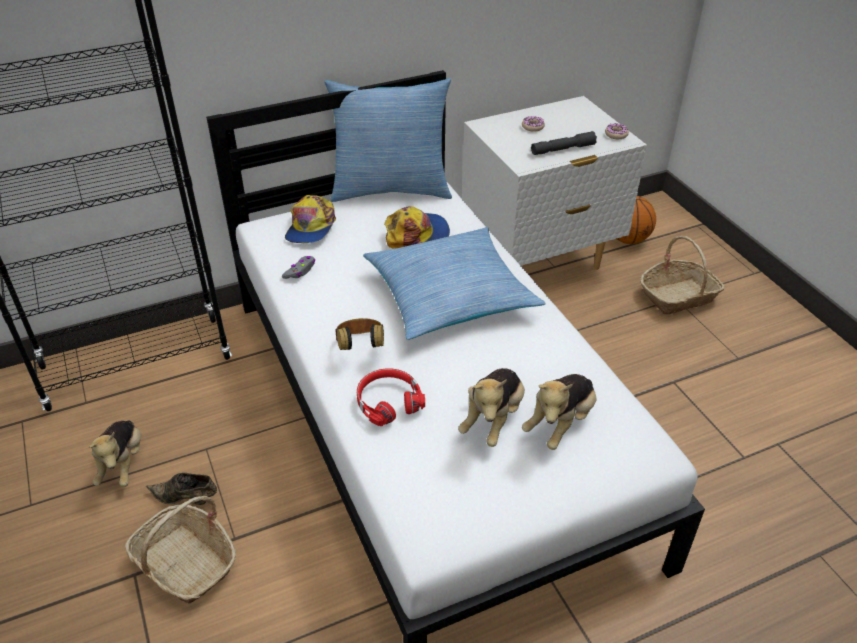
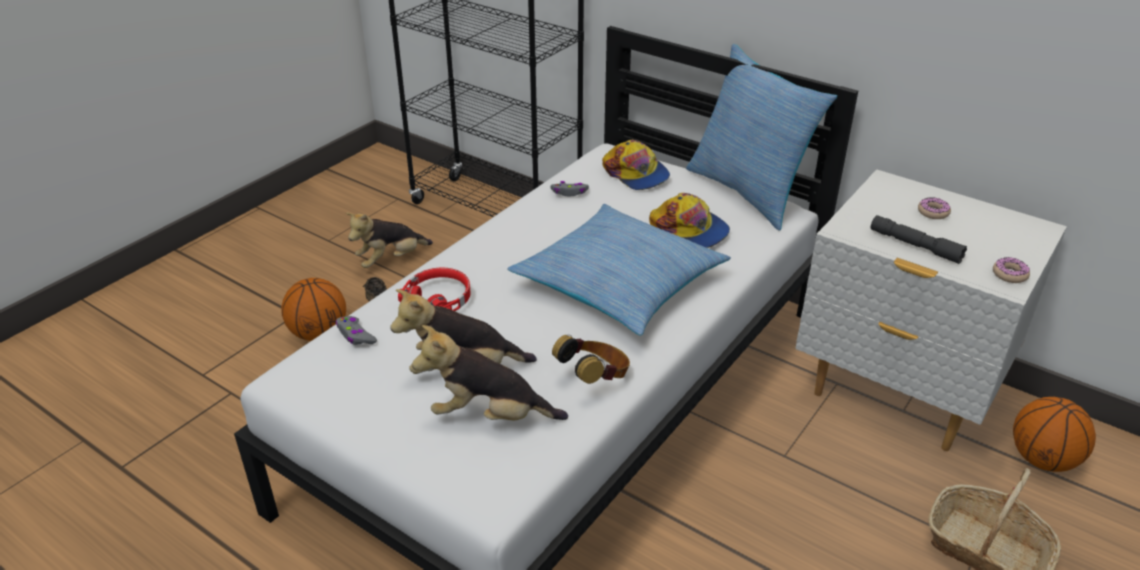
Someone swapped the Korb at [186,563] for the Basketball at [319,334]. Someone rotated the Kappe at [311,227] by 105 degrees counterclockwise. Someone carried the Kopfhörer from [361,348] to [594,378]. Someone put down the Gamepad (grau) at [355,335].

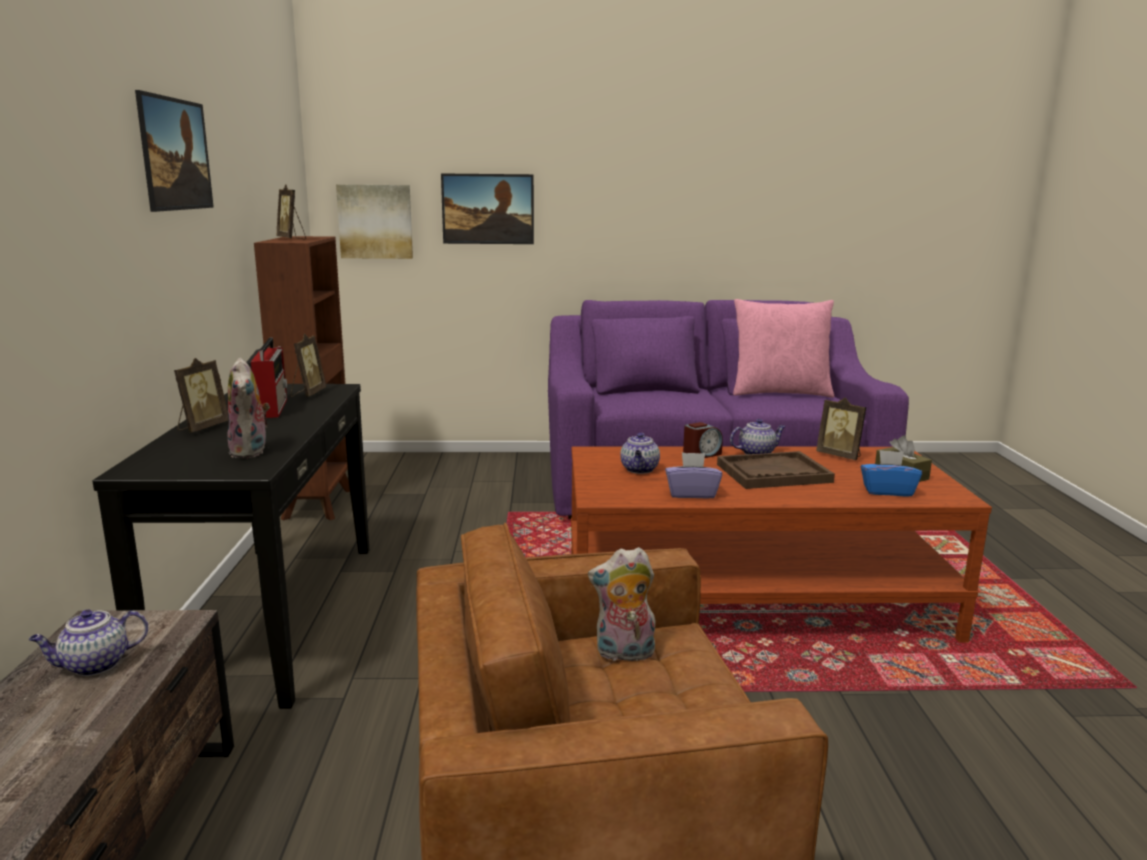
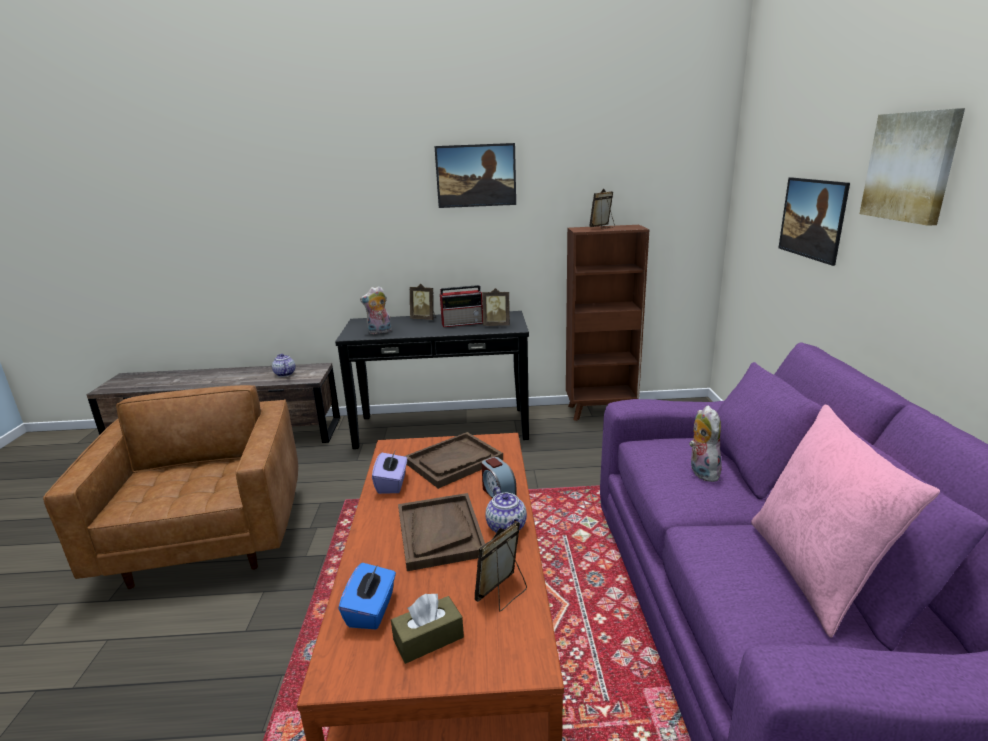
Someone carried the Bild from [375,221] to [910,166]. Someone carried the Plüschtier from [624,654] to [701,471]. Someone swapped the Teekanne at [640,470] for the Tablett (braun) at [453,461].

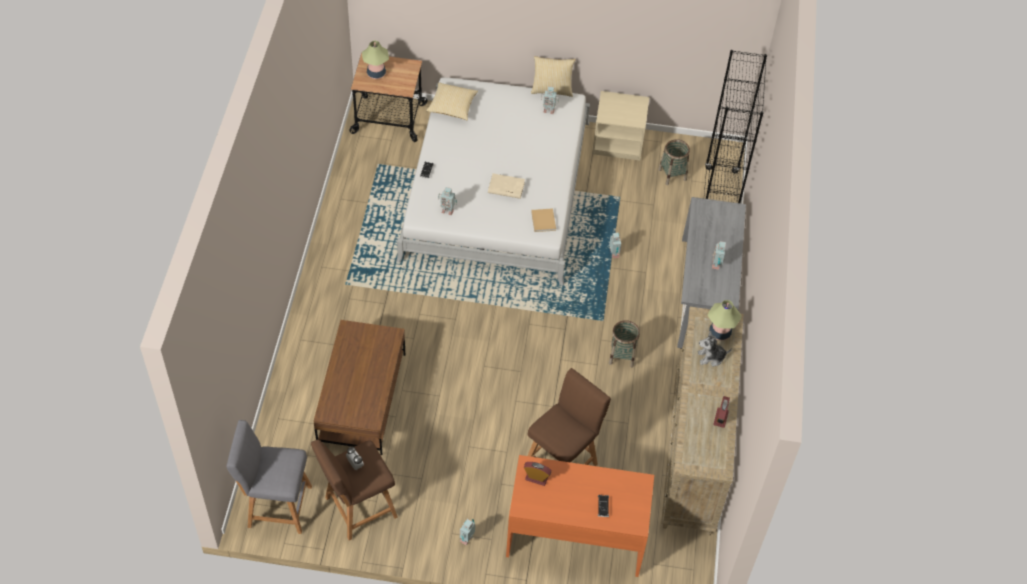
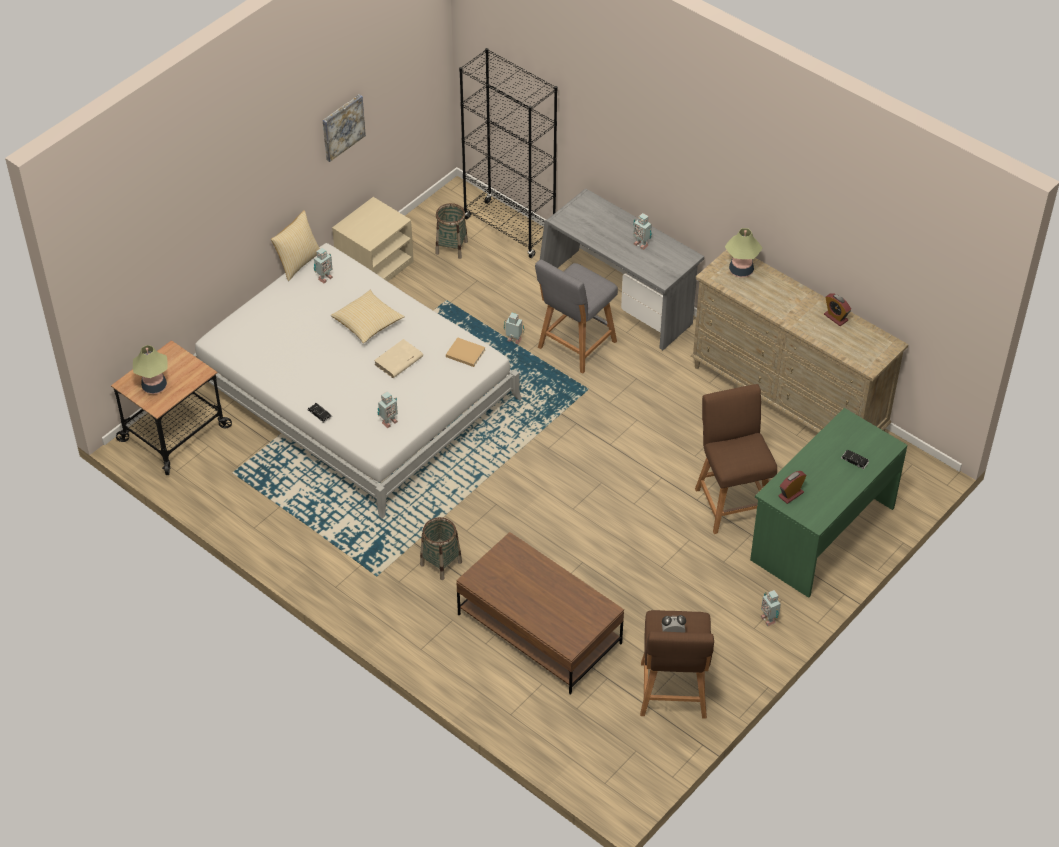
Someone carried the Hocker (grau) from [276,506] to [574,346]. Someone carried the Kissen from [452,107] to [367,324]. Someone repainted the Schreibtisch (orange) at [575,536], which became the Schreibtisch (grün) at [821,533]. Someone carried the Korb from [622,355] to [441,563]. Someone took away the Plüschtier at [711,357]. Someone put up the Bild at [342,127].

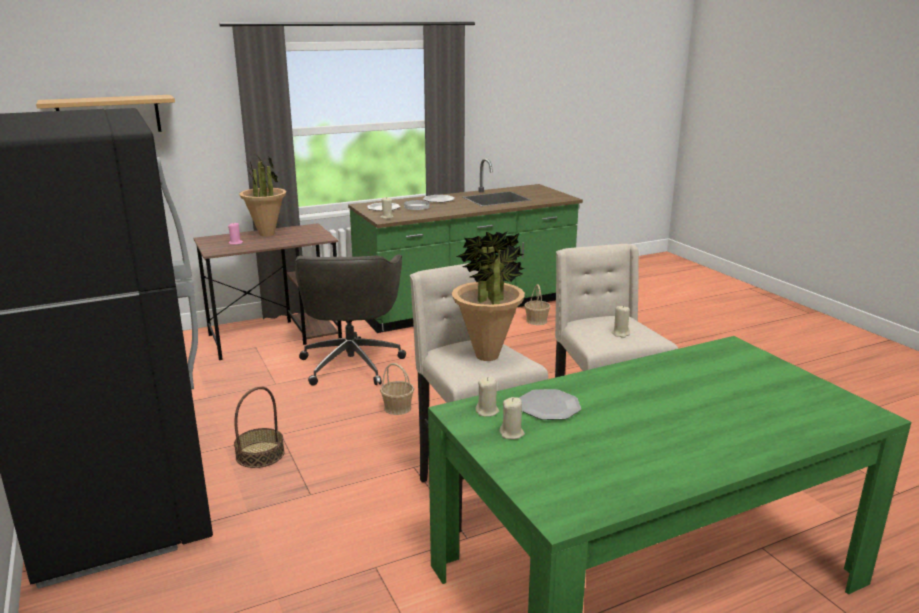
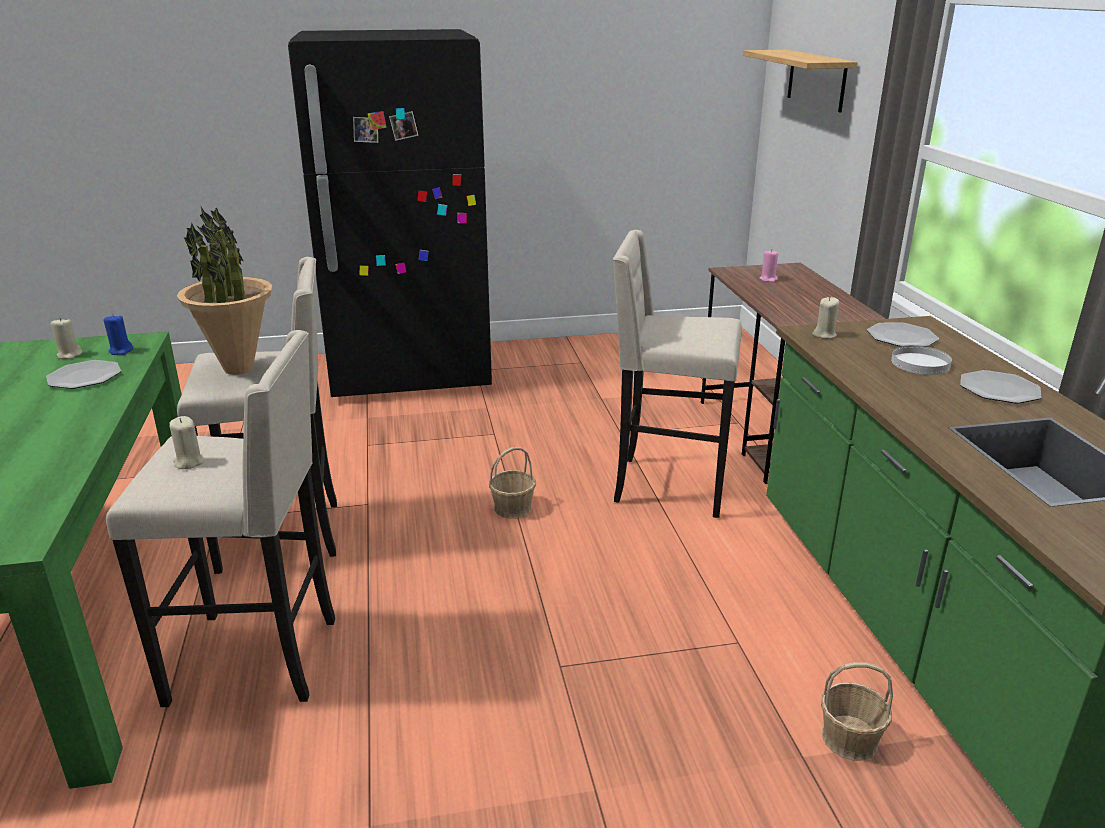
Someone took away the Korb at [260,454]. Someone took away the Topfpflanze at [267,234]. Someone swapped the Bürostuhl (grau) at [352,363] for the Hocker (beige) at [667,486]. Someone repainted the Kerze (beige) at [487,411], which became the Kerze (blau) at [121,351].

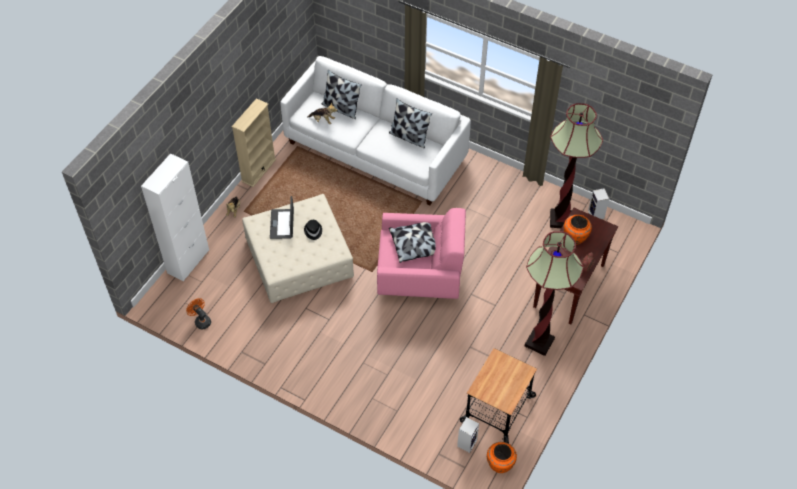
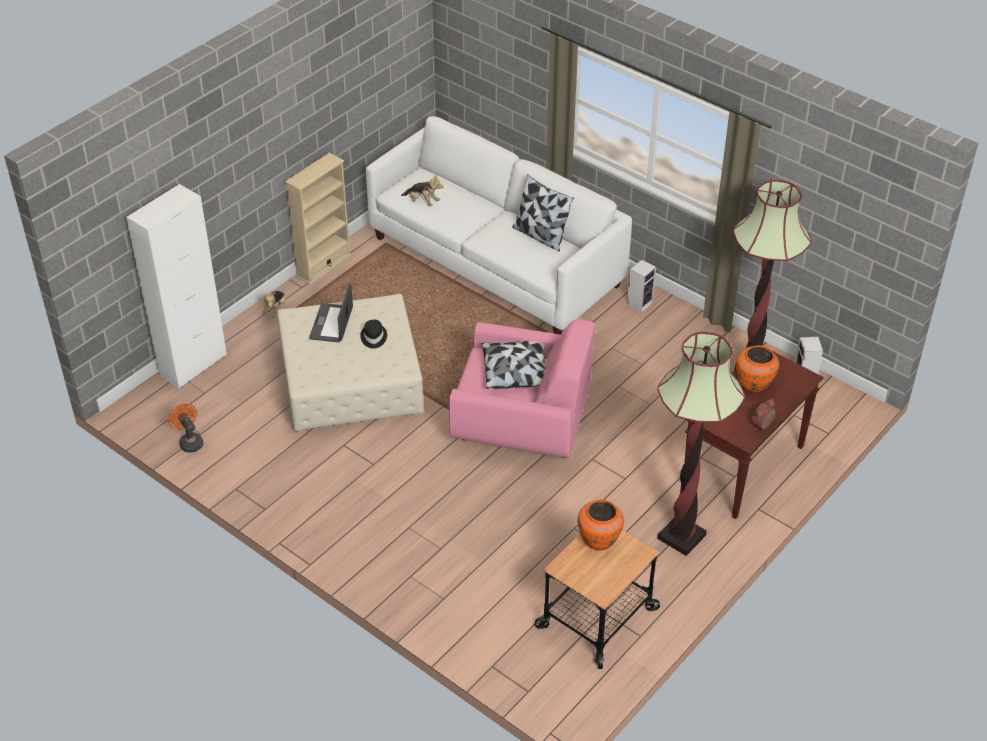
Someone took away the Kissen at [341,108]. Someone carried the Lautsprecher from [467,442] to [640,303]. Someone carried the Vase (orange) from [500,464] to [599,539].

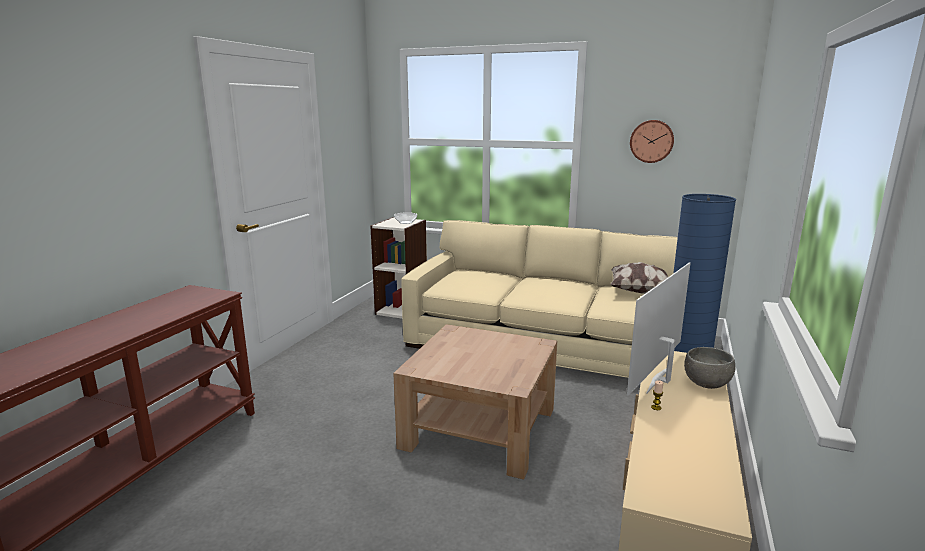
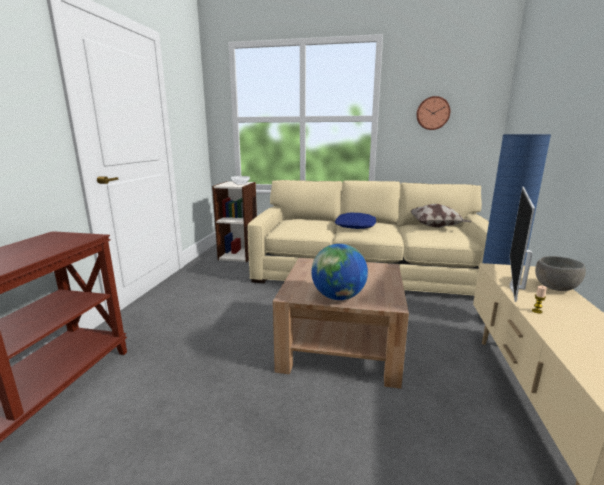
Someone put down the Globus at [338,297]. Someone put down the Kissen (blau) at [355,226].

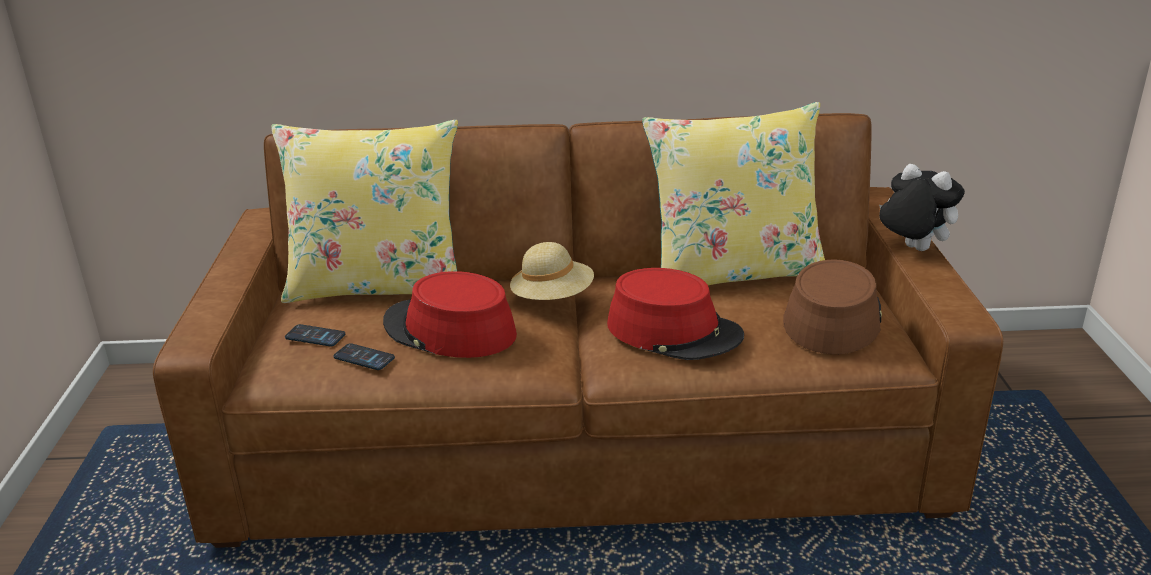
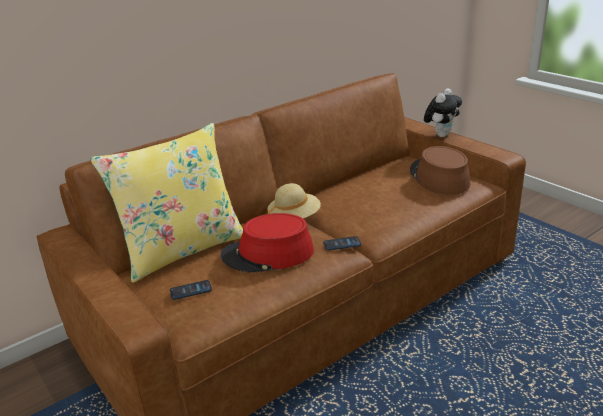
Someone carried the Handy from [364,358] to [342,244]. Someone took away the Hut (rot) at [674,331]. Someone took away the Kissen (gelb) at [733,273]. Someone rotated the Plüschtier at [912,249] by 120 degrees clockwise.

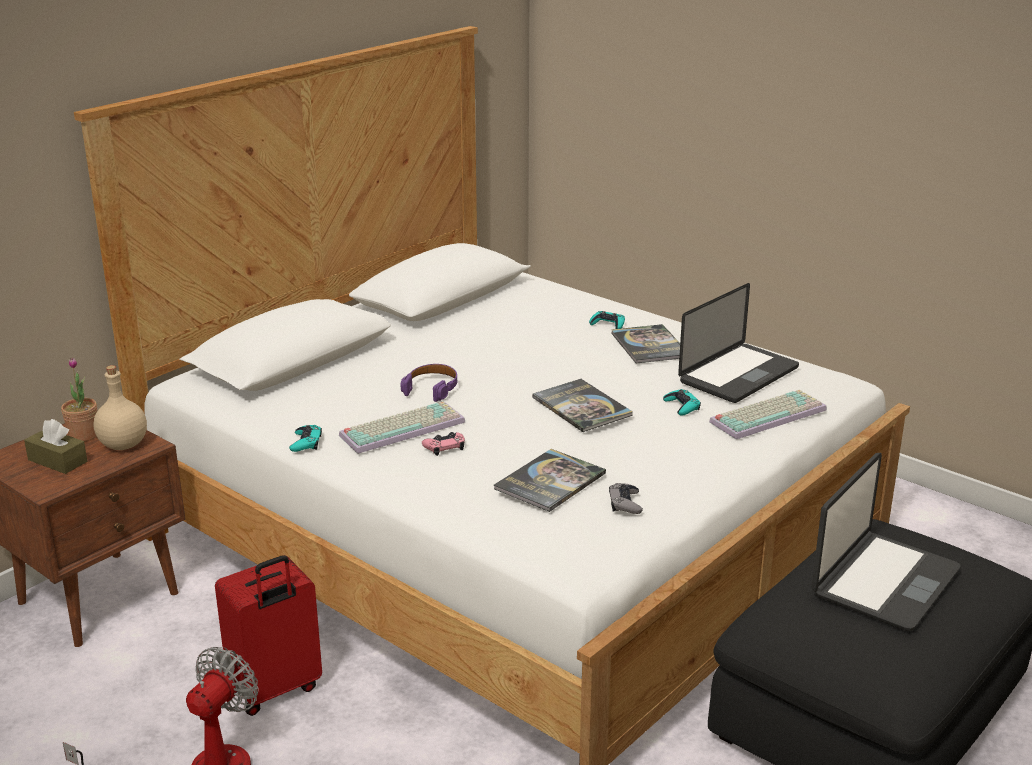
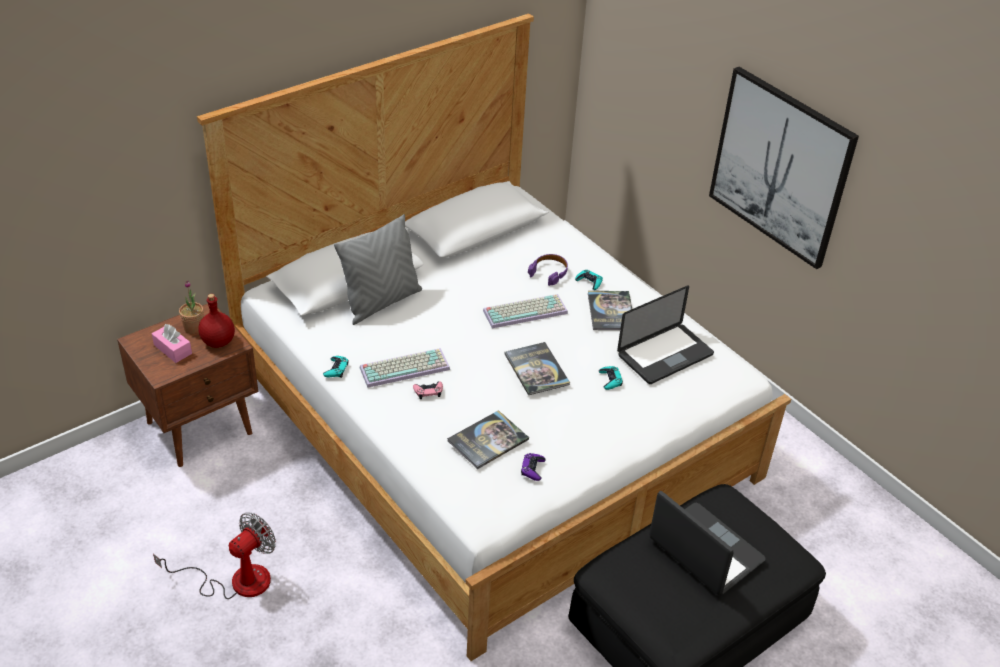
Someone repainted the Taschentuchbox (braun) at [57,461], which became the Taschentuchbox (rosa) at [173,349]. Someone repainted the Flasche (beige) at [122,445], which became the Flasche (rot) at [217,342]. Someone took away the Koffer (rot) at [275,690]. Someone carried the Kopfhörer (lila) from [431,388] to [549,272]. Someone repainted the Gamepad (grau) at [625,503], which became the Gamepad (lila) at [532,469]. Someone carried the Tastatur from [768,414] to [525,311]. Someone rotated the Laptop at [883,582] by 90 degrees counterclockwise. Someone put down the Kissen (grau) at [381,302]. Someone put up the Bild at [780,167].

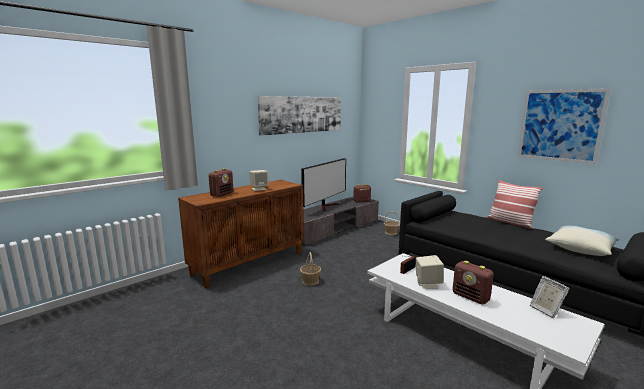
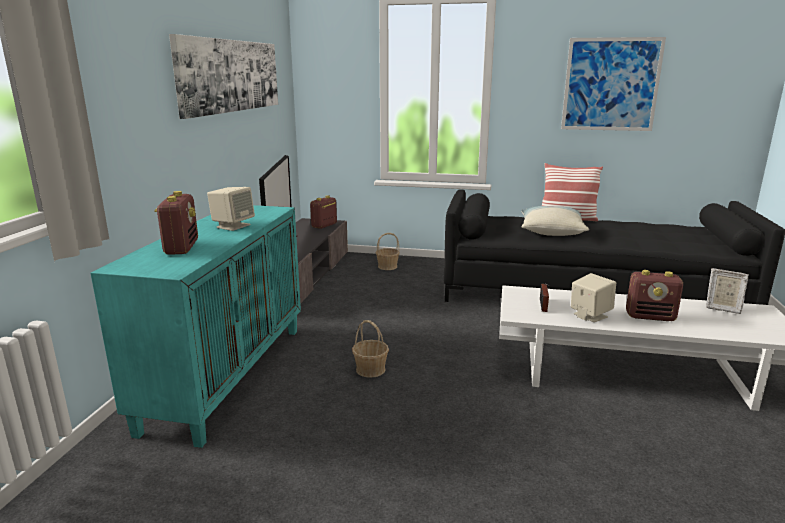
Someone repainted the Schrank (braun) at [249,263], which became the Schrank (türkis) at [227,375]. Someone carried the Kissen from [580,248] to [551,231].

